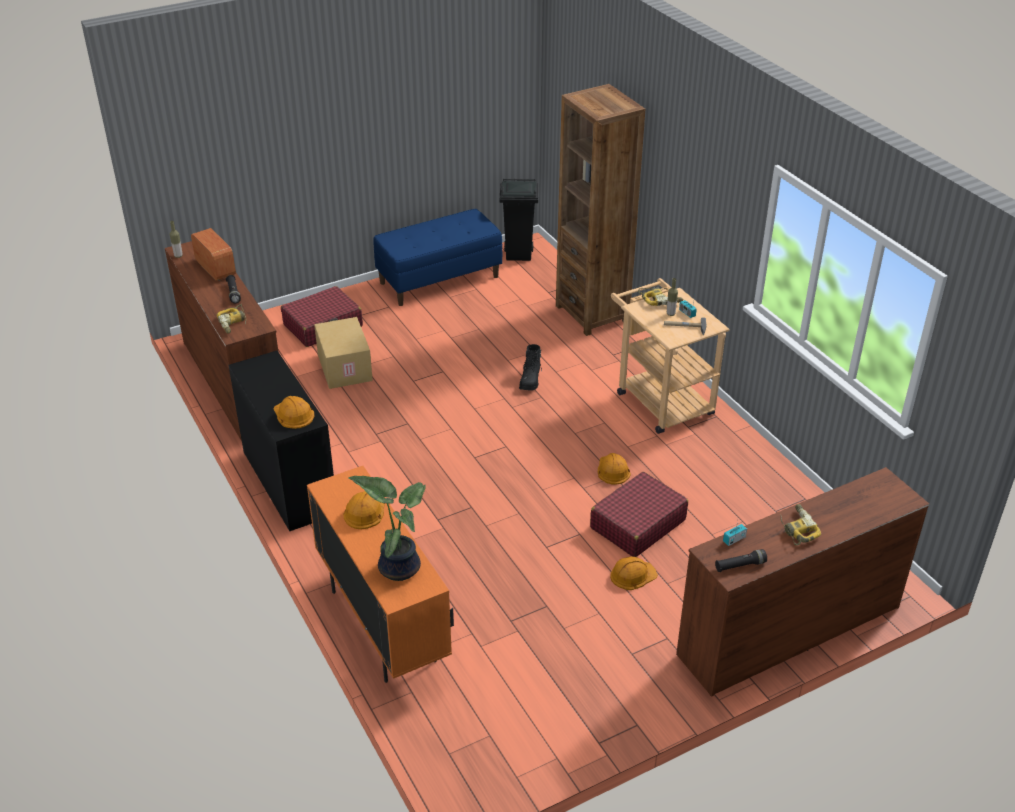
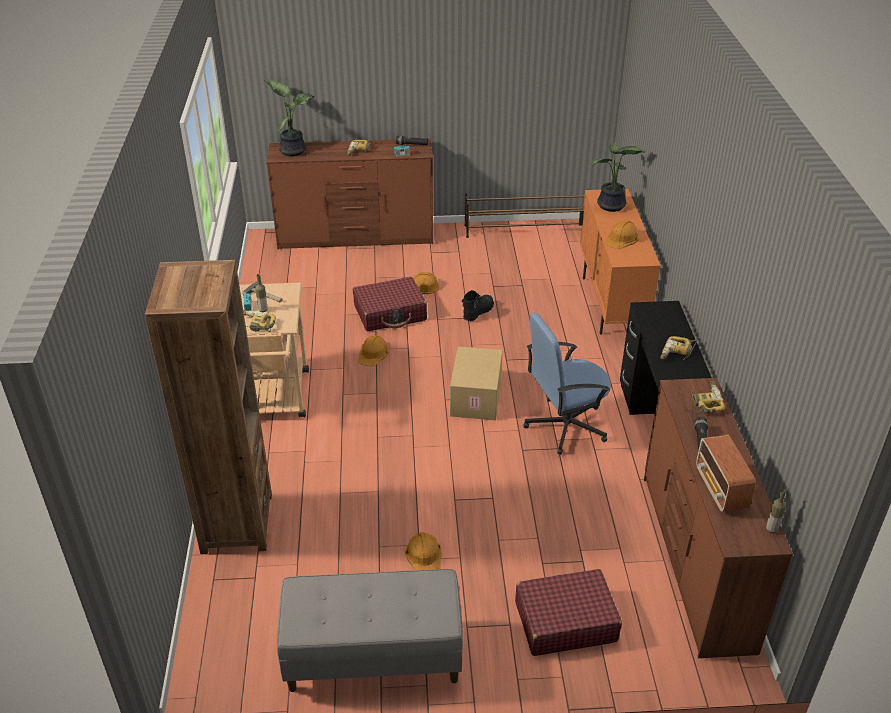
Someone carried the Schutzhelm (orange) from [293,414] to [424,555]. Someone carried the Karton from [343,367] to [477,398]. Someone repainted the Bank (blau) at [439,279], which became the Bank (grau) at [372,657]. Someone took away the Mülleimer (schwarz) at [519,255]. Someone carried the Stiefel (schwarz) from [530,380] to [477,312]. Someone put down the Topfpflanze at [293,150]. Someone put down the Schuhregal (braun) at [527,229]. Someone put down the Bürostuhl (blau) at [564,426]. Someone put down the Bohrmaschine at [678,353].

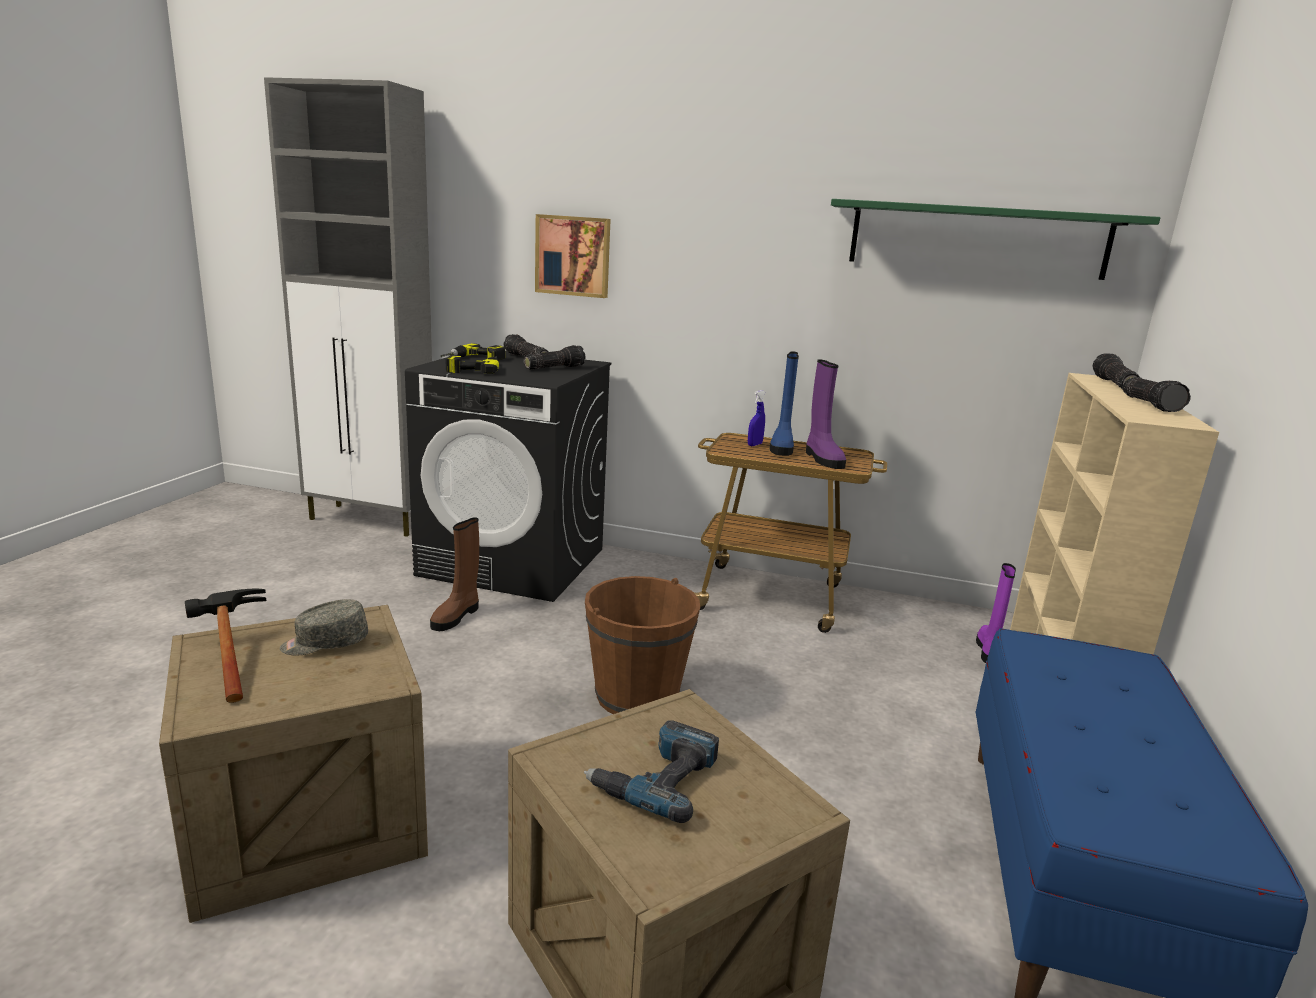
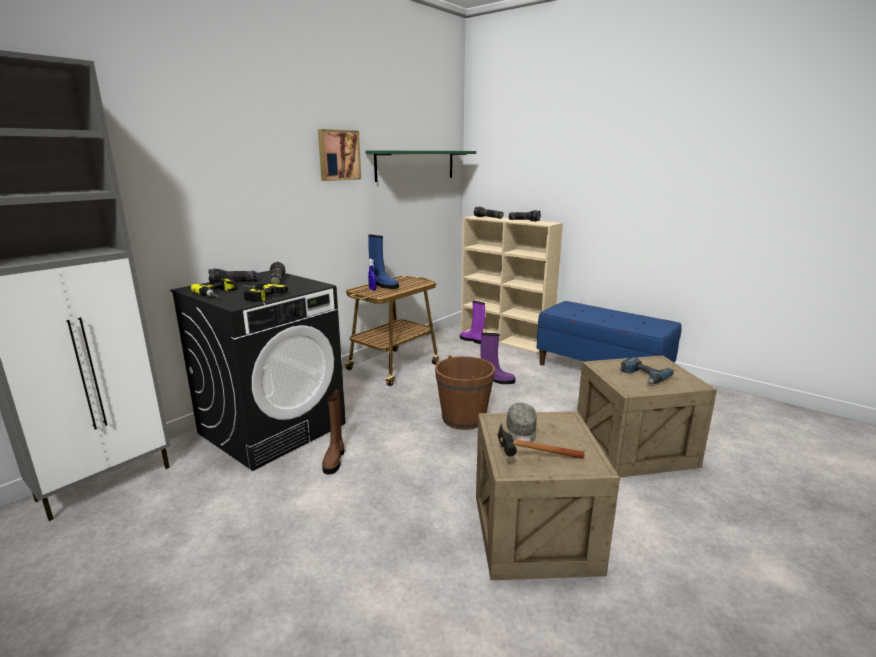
Someone rotated the Stiefel (braun) at [456,616] by 45 degrees clockwise. Someone carried the Bild from [573,256] to [338,155]. Someone carried the Stiefel (lila) from [822,459] to [497,381].

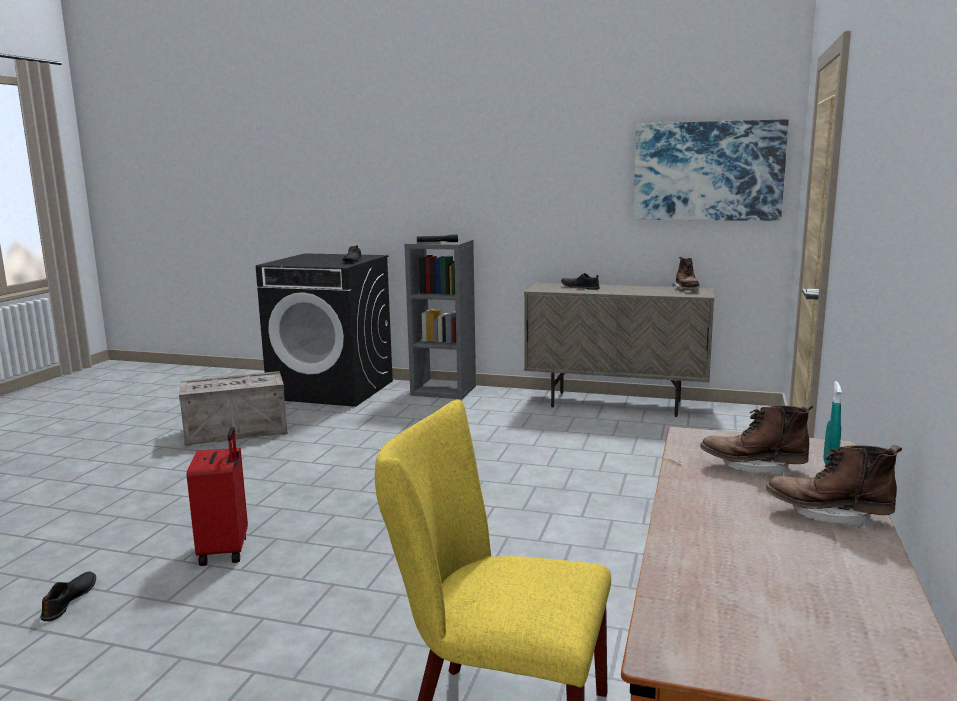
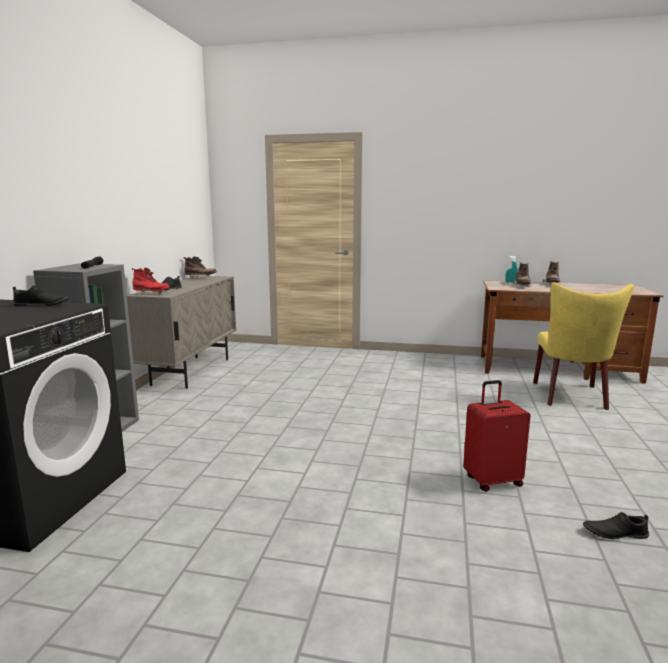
Someone took away the Kiste at [238,431]. Someone took away the Bild at [707,171]. Someone put down the Stiefel (rot) at [151,294].

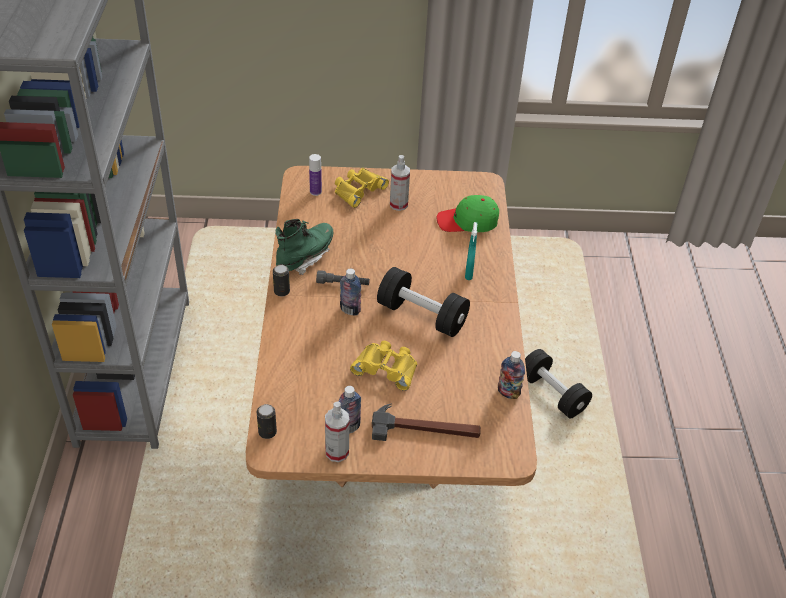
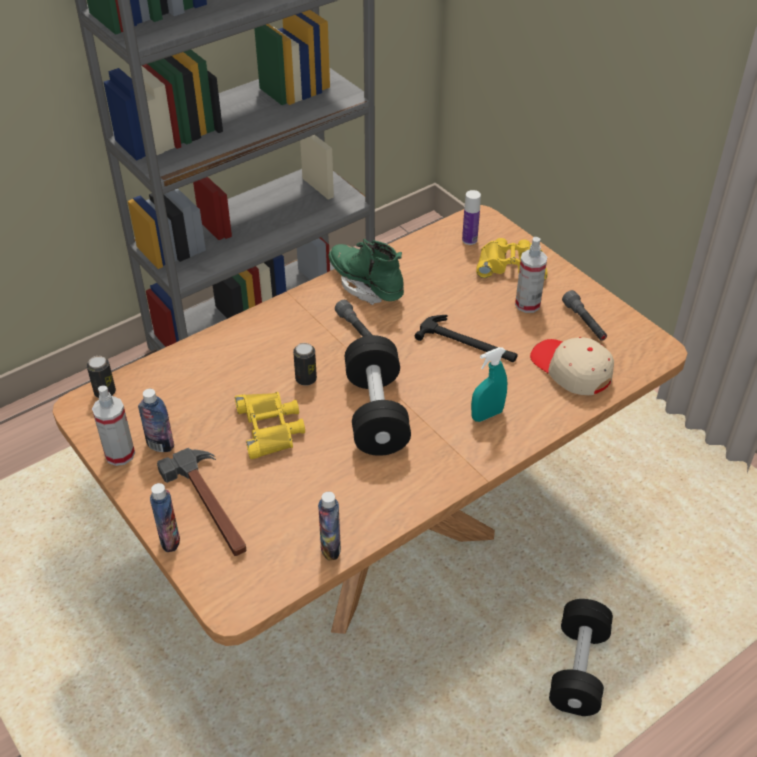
Someone carried the Dose from [281,291] to [306,379]. Someone rotated the Stiefel (grün) at [305,257] by 135 degrees counterclockwise. Someone carried the Flasche from [350,310] to [170,540]. Someone repainted the Kappe (grün) at [467,221], which became the Kappe (beige) at [571,370]. Someone put down the Hammer at [468,343]. Someone put down the Taschenlampe (grau) at [584,322].

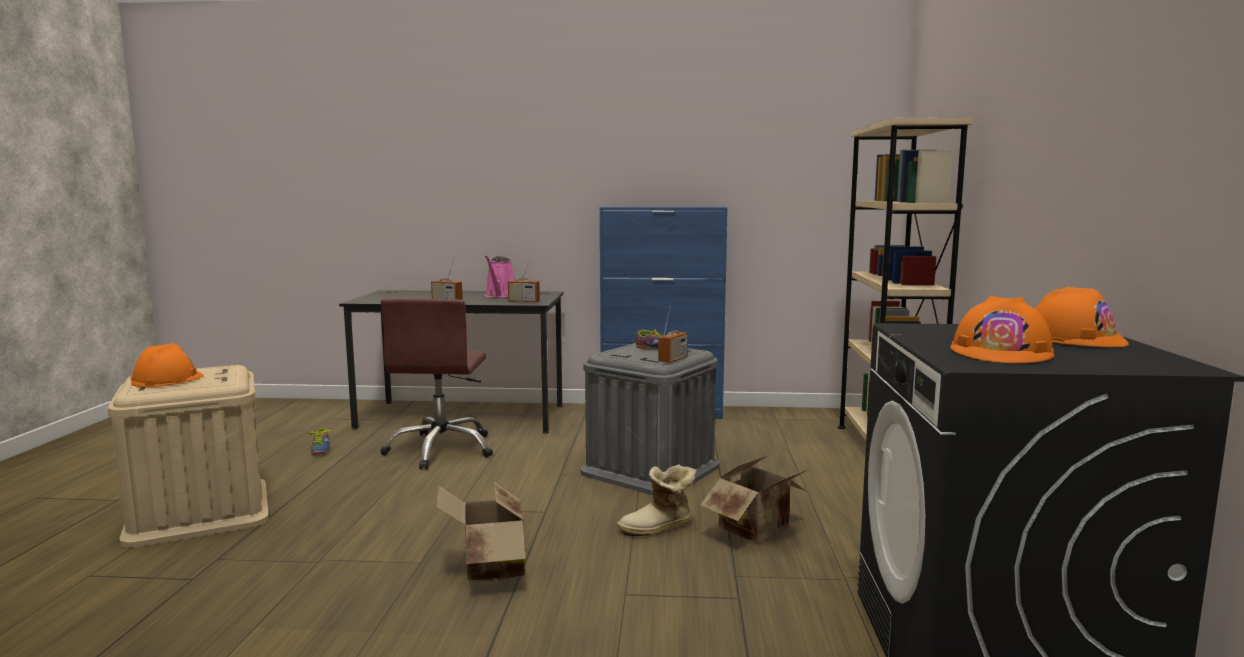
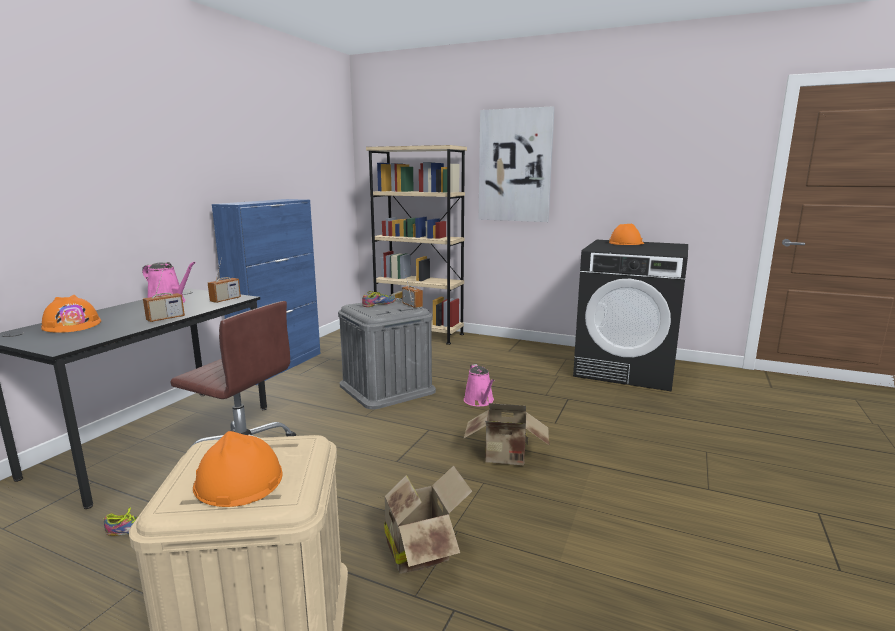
Someone swapped the Stiefel at [659,528] for the Gießkanne (rosa) at [479,401]. Someone carried the Karton from [759,531] to [421,549]. Someone carried the Schutzhelm (orange) from [1001,352] to [72,325]. Someone put up the Bild at [515,166].

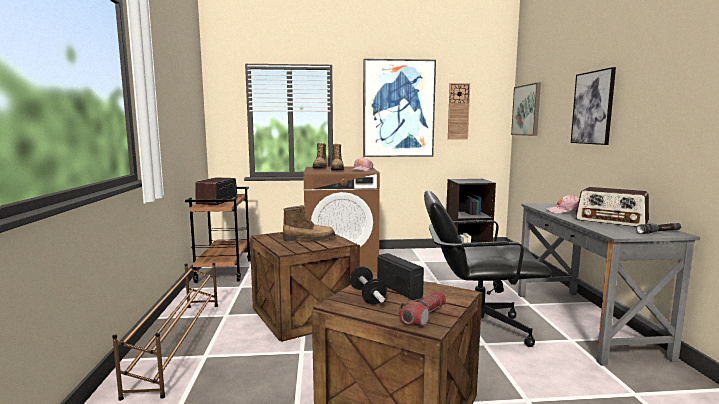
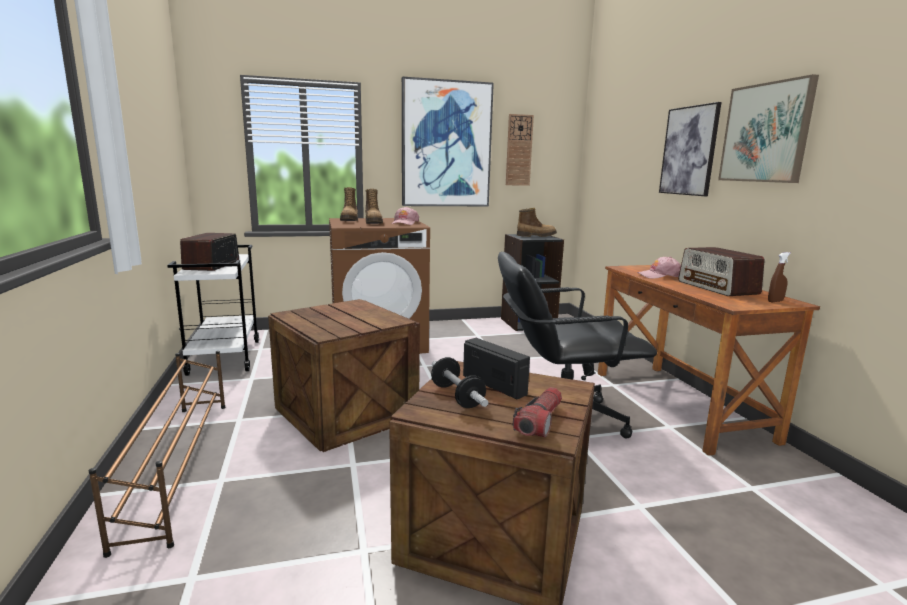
Someone repainted the Rollwagen (braun) at [224,270], which became the Rollwagen (weiß) at [224,357]. Someone carried the Stiefel from [309,239] to [536,236]. Someone carried the Bild from [526,110] to [766,133]. Someone repainted the Schreibtisch (grau) at [585,323], which became the Schreibtisch (braun) at [678,404]. Someone rotated the Radio at [611,221] by 45 degrees clockwise. Someone swapped the Taschenlampe (schwarz) at [659,232] for the Sprühflasche (braun) at [775,301].

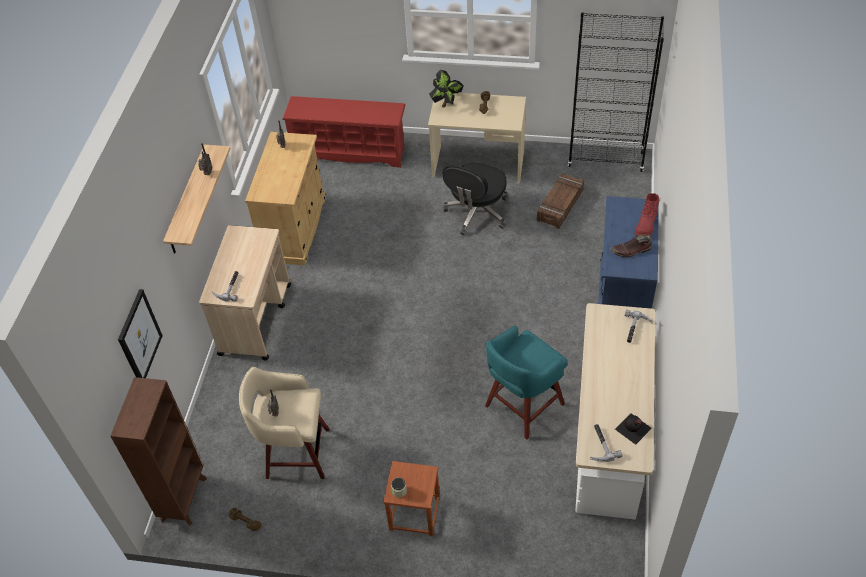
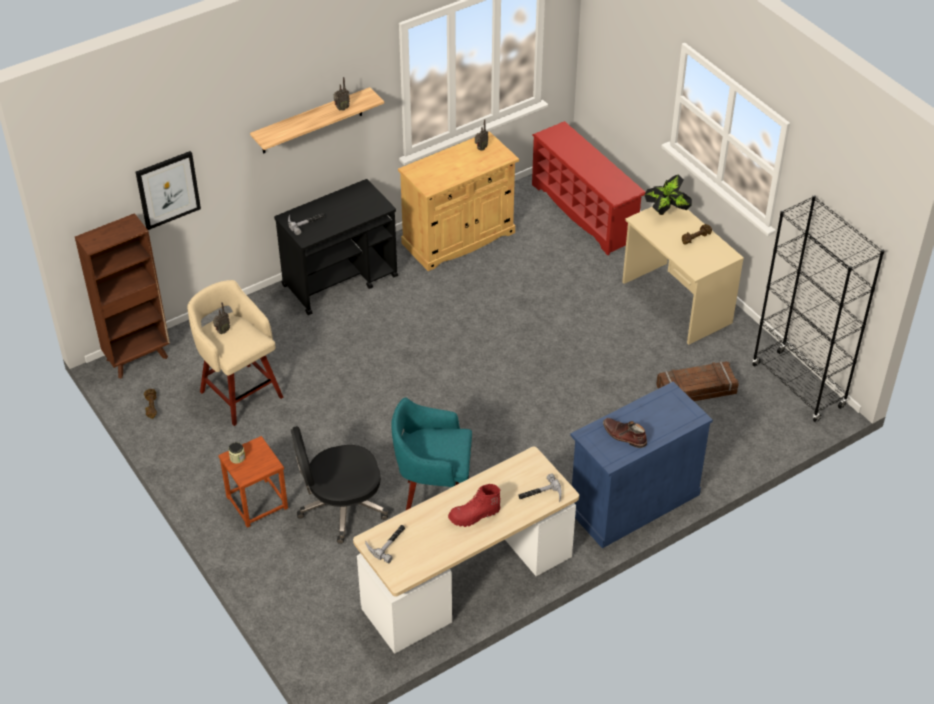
Someone repainted the Rollwagen (beige) at [256,319], which became the Rollwagen (schwarz) at [341,281]. Someone carried the Bürostuhl (schwarz) from [476,213] to [341,508]. Someone took away the Flasche (schwarz) at [633,429]. Someone carried the Stiefel (rot) from [646,225] to [474,516].

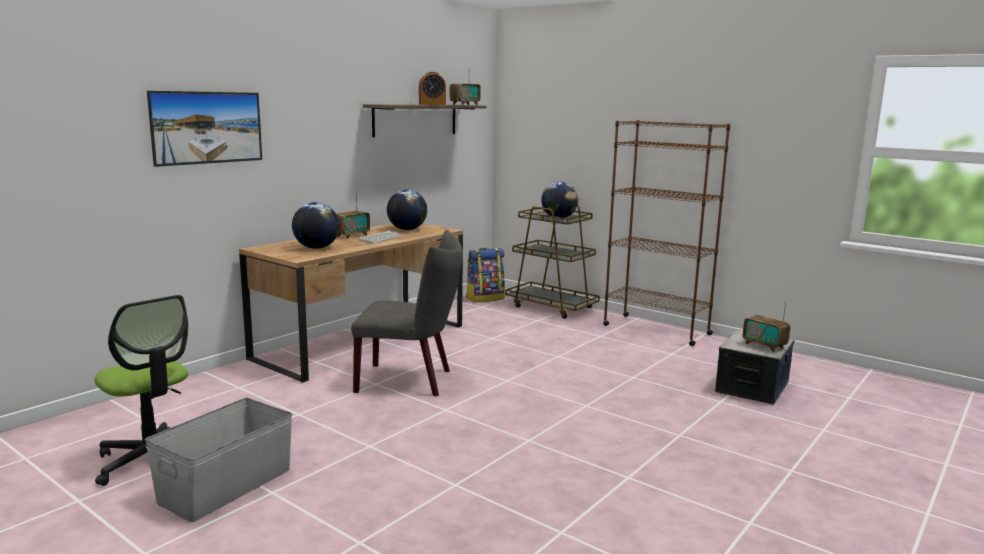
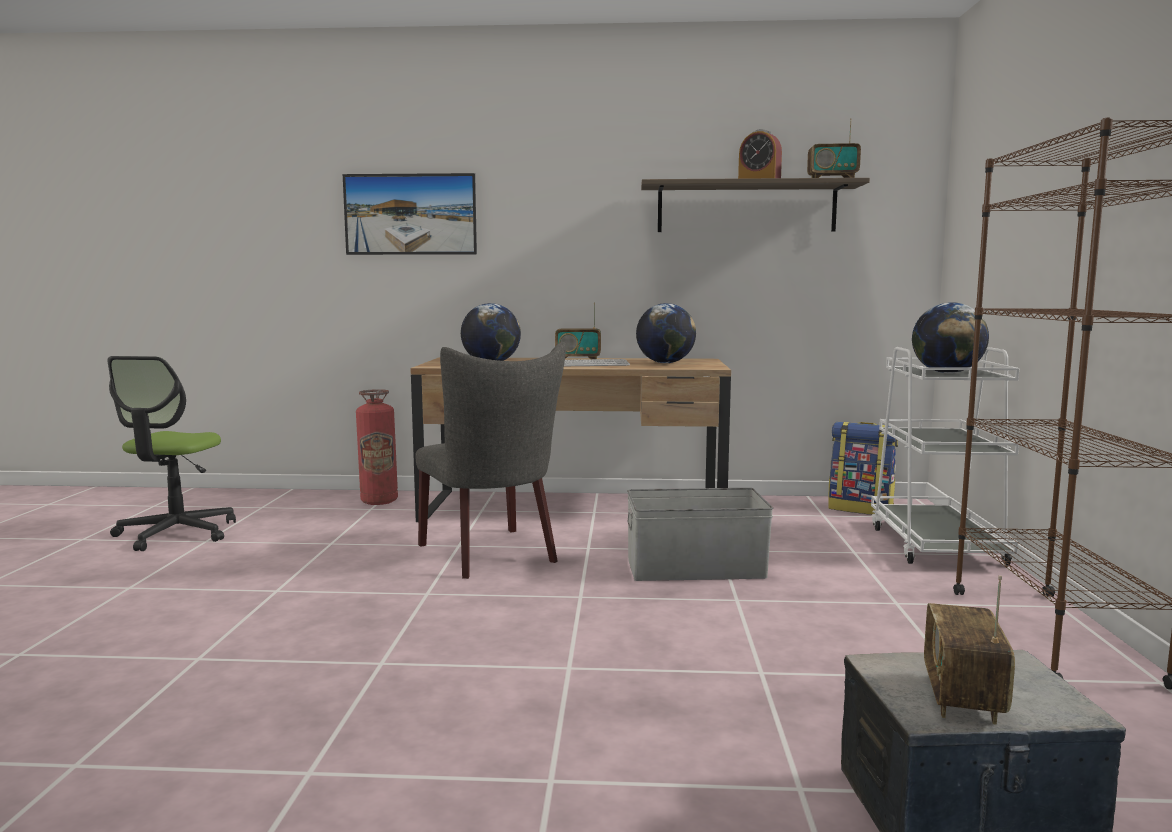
Someone carried the Aufbewahrungsbox (grau) from [227,486] to [696,569]. Someone repainted the Rollwagen (braun) at [551,307], which became the Rollwagen (weiß) at [936,545]. Someone put down the Feuerlöscher at [379,501].

